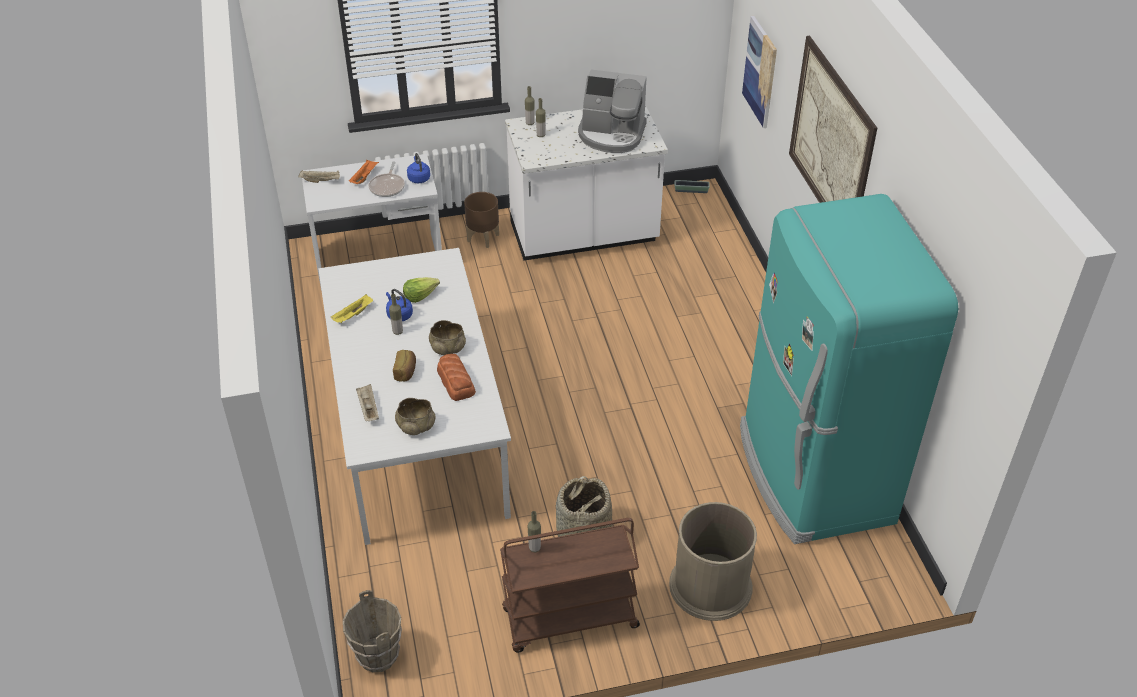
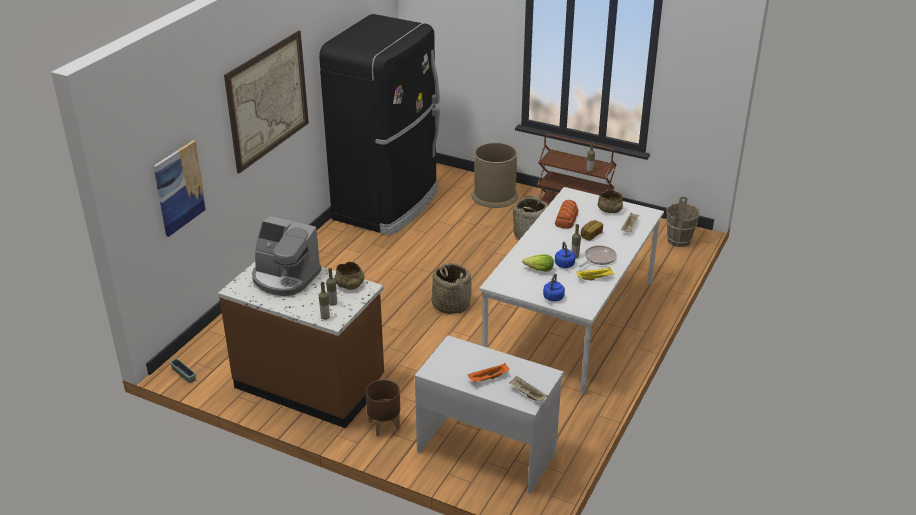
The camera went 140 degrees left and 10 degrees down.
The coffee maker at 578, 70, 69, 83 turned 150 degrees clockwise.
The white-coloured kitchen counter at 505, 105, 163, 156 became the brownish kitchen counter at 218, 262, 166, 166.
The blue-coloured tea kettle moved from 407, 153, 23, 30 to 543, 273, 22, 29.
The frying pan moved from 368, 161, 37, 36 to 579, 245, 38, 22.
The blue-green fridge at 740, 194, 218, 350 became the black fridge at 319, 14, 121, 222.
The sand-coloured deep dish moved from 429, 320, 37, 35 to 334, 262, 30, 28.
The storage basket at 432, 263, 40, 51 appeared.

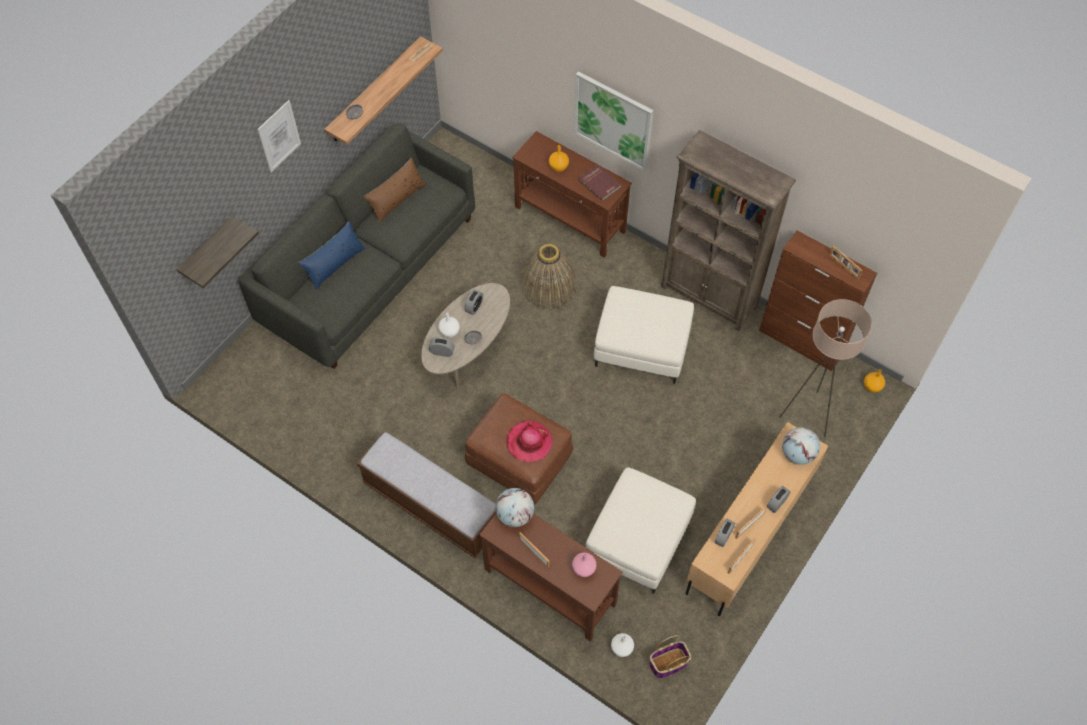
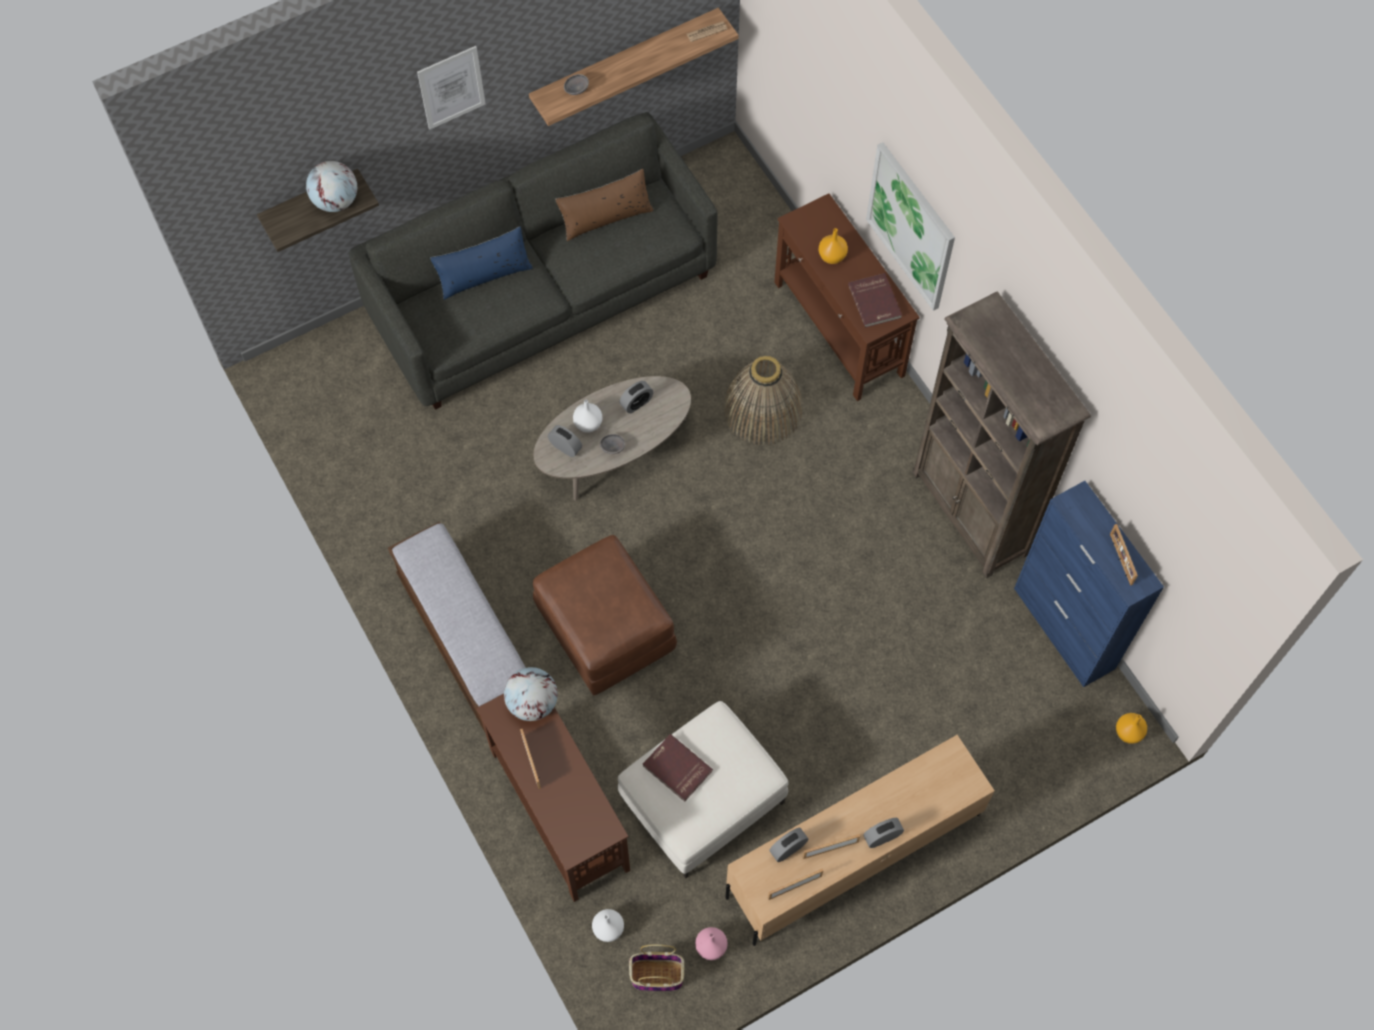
The camera went 25 degrees right and 5 degrees up.
The brownish cabinet at 759, 231, 118, 140 became the blue-coloured cabinet at 1014, 481, 150, 206.
The white-coloured footrest at 594, 286, 100, 98 disappeared.
The sand-coloured standard lamp at 779, 299, 93, 138 disappeared.
The clothing hat at 507, 420, 46, 42 disappeared.
The desk globe moved from 782, 427, 38, 38 to 306, 161, 51, 51.
The pinkish flower vase moved from 572, 553, 24, 24 to 695, 927, 33, 33.
The red-coloured bound book at 643, 734, 70, 68 appeared.

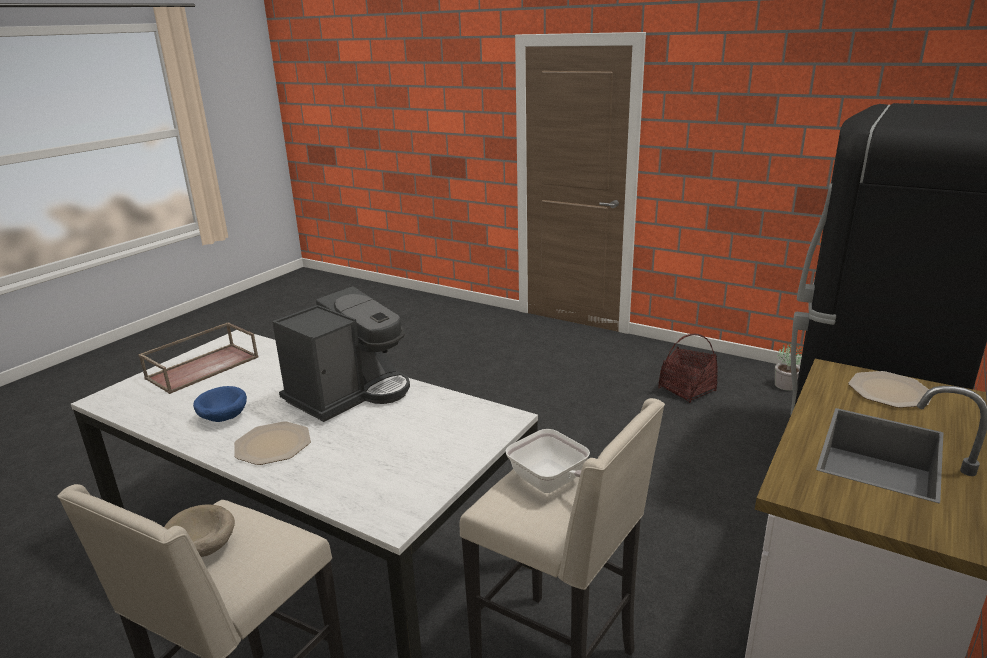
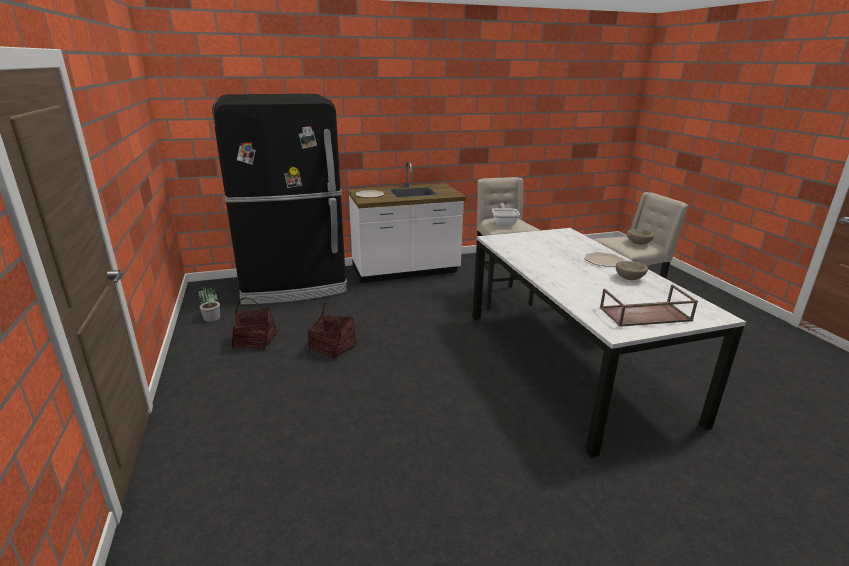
The camera went 140 degrees left and 0 degrees up.
The coffee maker at 272, 286, 138, 136 disappeared.
The blue-coloured deep dish at 193, 386, 54, 36 became the sand-coloured deep dish at 615, 261, 33, 19.
The storage basket at 308, 302, 48, 58 appeared.

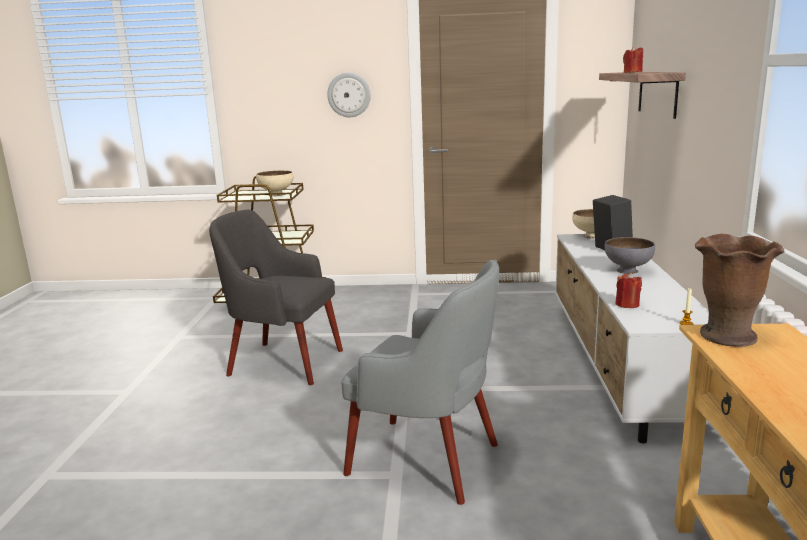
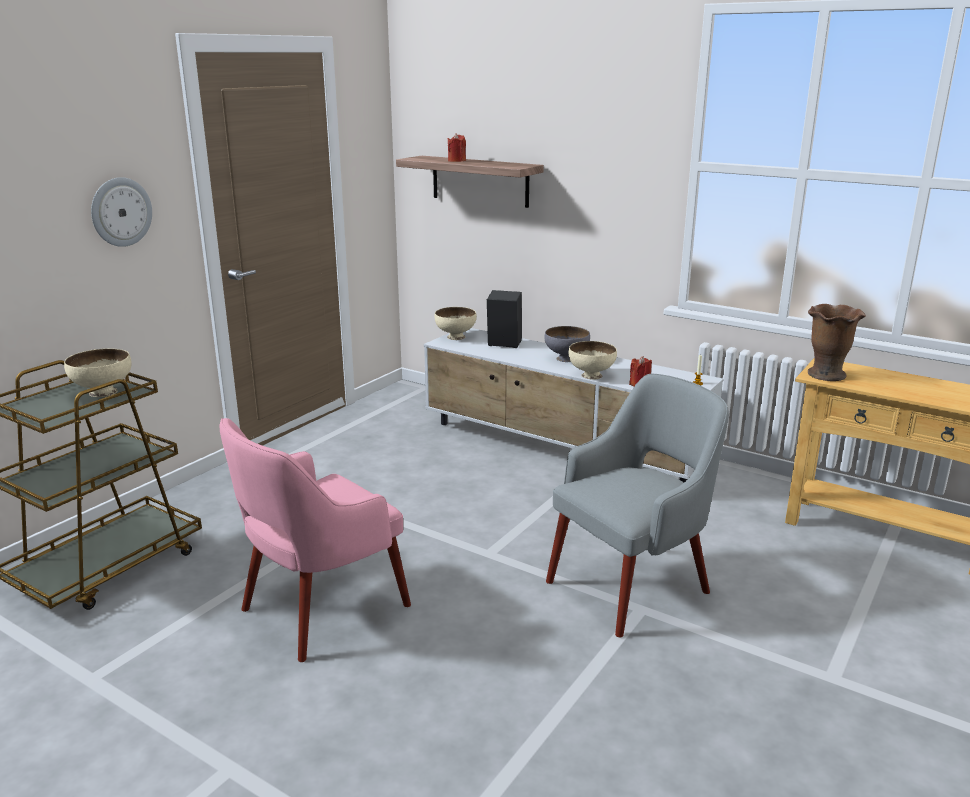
The camera went 60 degrees left and 5 degrees up.
The greyish lounge chair at 209, 210, 134, 175 became the pinkish lounge chair at 219, 418, 192, 244.
The sand-coloured deep dish at 569, 341, 48, 38 appeared.

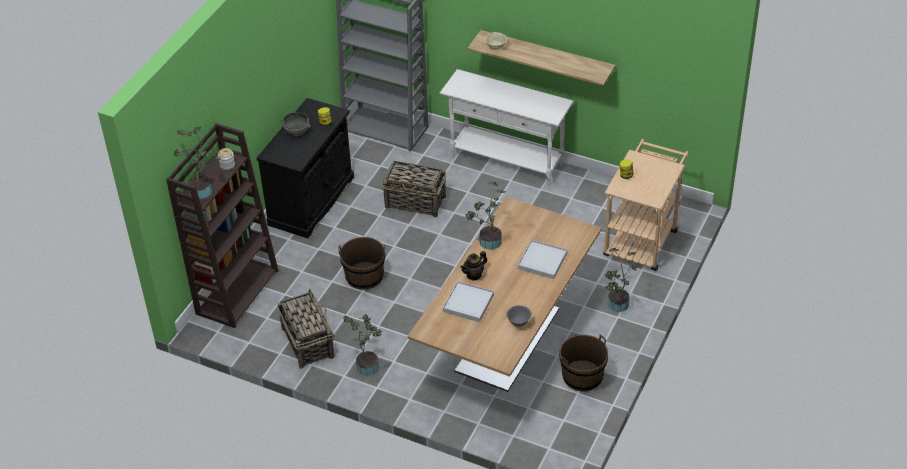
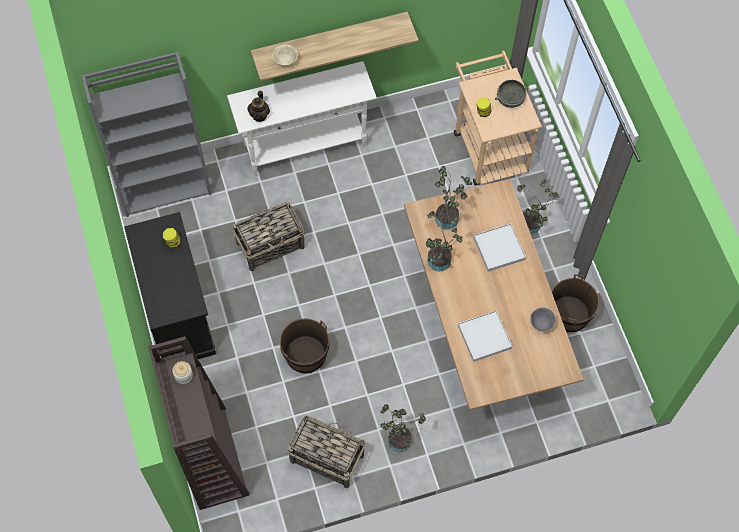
The camera went 45 degrees left and 20 degrees up.
The greyish deep dish moved from 281, 112, 30, 24 to 495, 80, 33, 28.
The potted plant moved from 174, 126, 46, 74 to 435, 166, 37, 64.
The tea pot moved from 460, 251, 27, 30 to 247, 91, 23, 31.

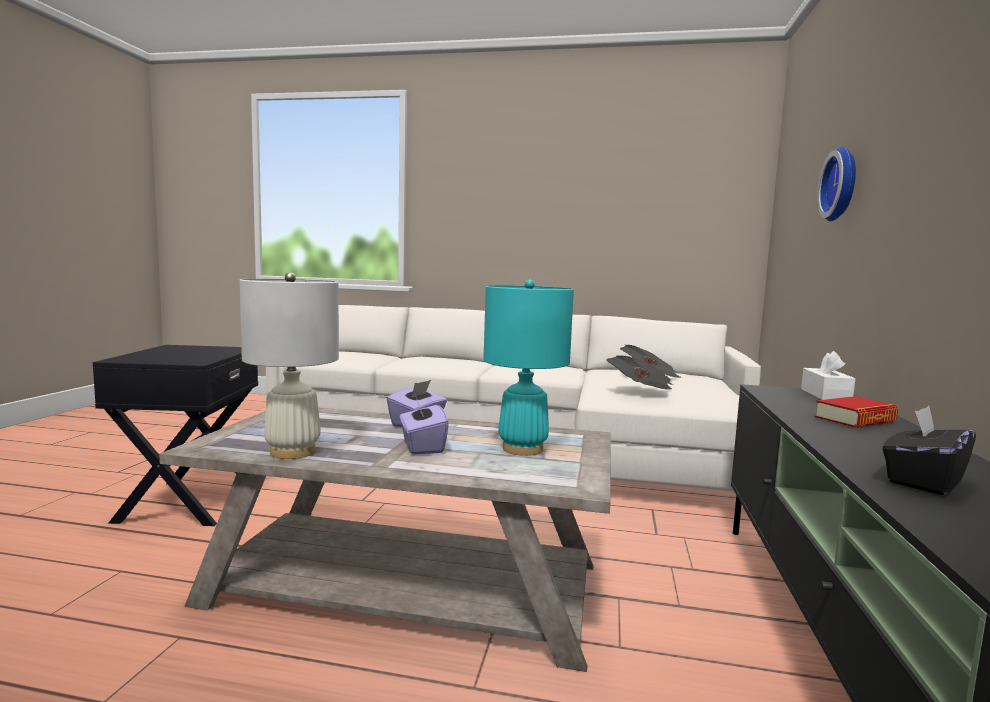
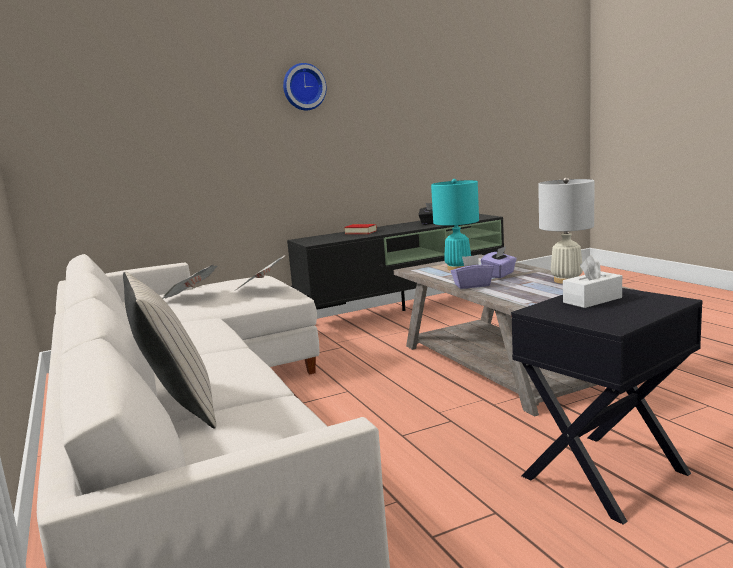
The camera went 125 degrees left and 5 degrees up.
The clock on the wall moved from 817, 147, 39, 74 to 283, 63, 44, 47.
The white-coloured tissue holder moved from 801, 351, 55, 49 to 563, 255, 59, 53.
The sand-coloured throw pillow at 123, 271, 93, 158 appeared.

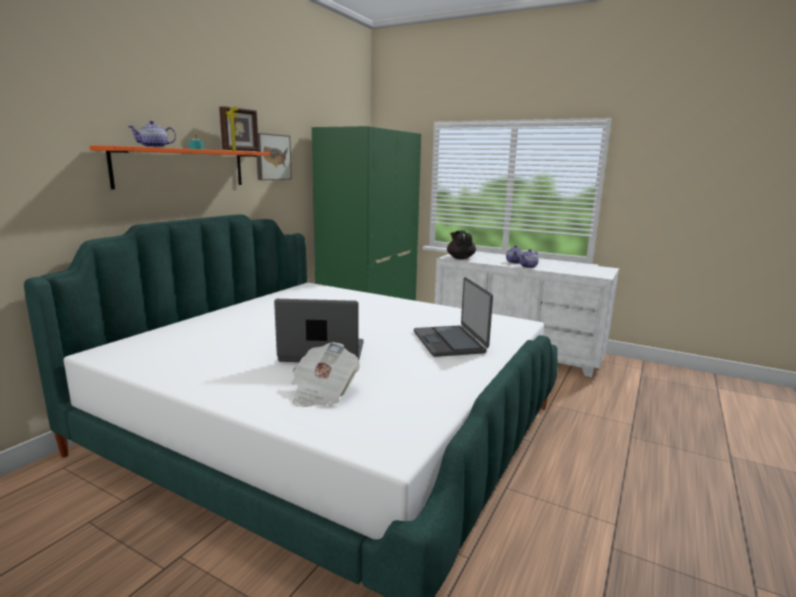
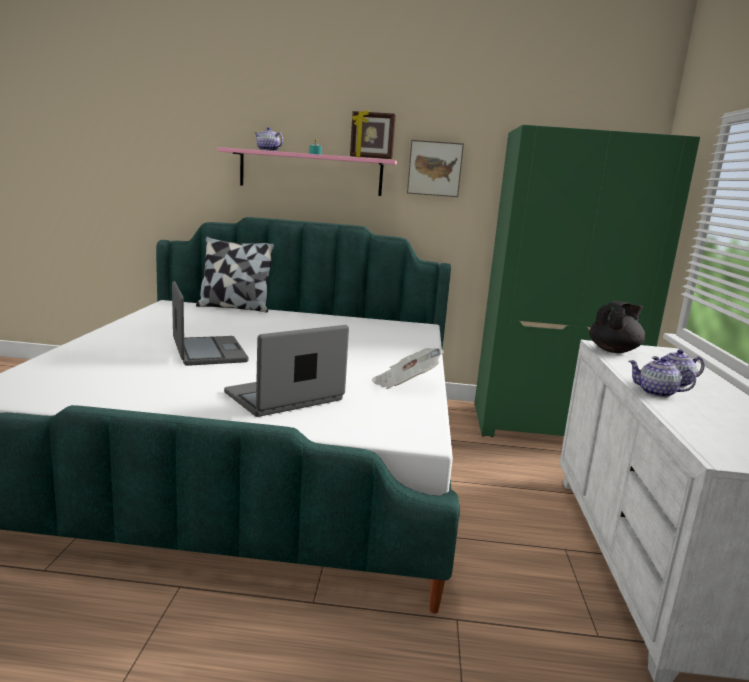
The camera went 65 degrees right and 0 degrees up.
The orangey wall shelf at 89, 146, 181, 43 became the pinkish wall shelf at 218, 147, 179, 49.
The newspaper moved from 291, 342, 69, 65 to 371, 348, 73, 41.
The throw pillow at 196, 236, 78, 76 appeared.

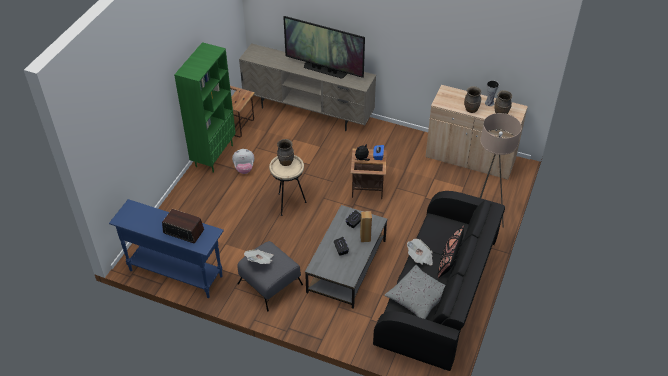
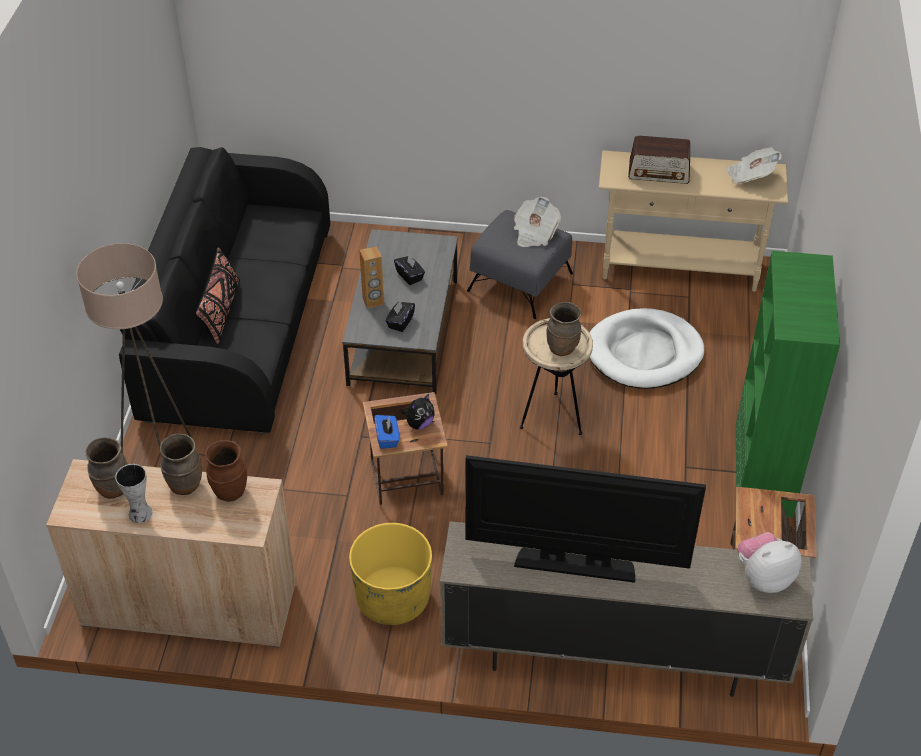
The camera went 165 degrees right and 0 degrees up.
The soft toy moved from 232, 149, 22, 25 to 738, 532, 64, 61.
The blue-coloured narrow table at 109, 199, 115, 99 became the sand-coloured narrow table at 599, 150, 189, 142.
The newspaper moved from 407, 239, 26, 26 to 726, 147, 56, 37.
The greyish throw pillow at 384, 265, 61, 54 disappeared.
The white-coloured dog cushion at 589, 308, 115, 81 appeared.
The brownish flower vase at 205, 440, 42, 62 appeared.
The yellowish planter at 349, 523, 83, 102 appeared.

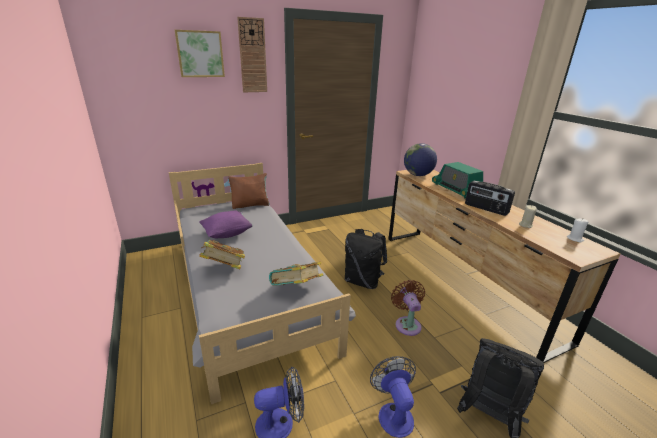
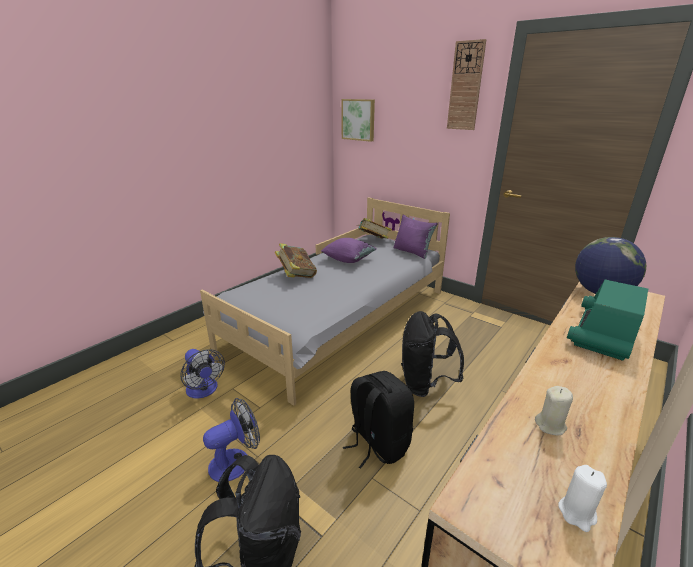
The camera went 65 degrees right and 0 degrees up.
The wall picture moved from 175, 30, 50, 47 to 341, 99, 34, 43.
The brownish throw pillow at 228, 173, 42, 36 became the purple-coloured throw pillow at 394, 215, 44, 44.
The radio set at 465, 181, 50, 35 disappeared.
The bound book moved from 269, 261, 54, 25 to 357, 218, 35, 21.
The brownish electric fan at 391, 280, 34, 56 was replaced by the black rucksack at 343, 371, 71, 98.

